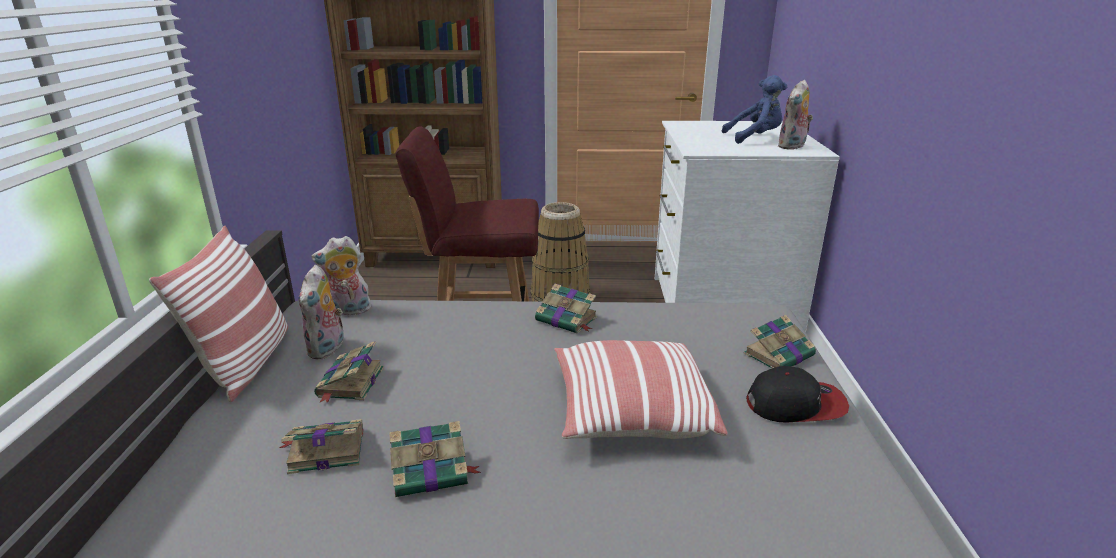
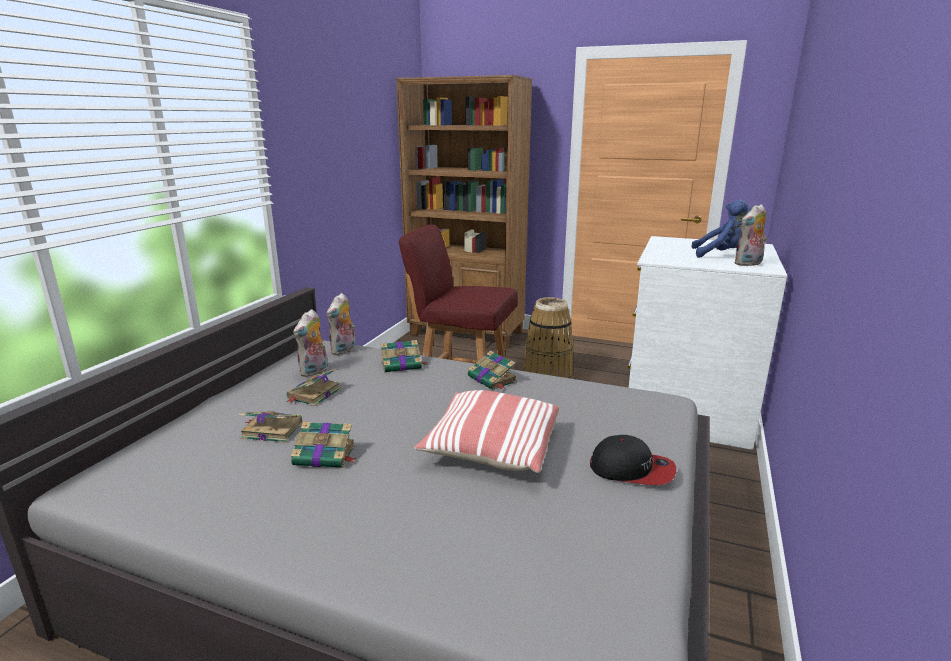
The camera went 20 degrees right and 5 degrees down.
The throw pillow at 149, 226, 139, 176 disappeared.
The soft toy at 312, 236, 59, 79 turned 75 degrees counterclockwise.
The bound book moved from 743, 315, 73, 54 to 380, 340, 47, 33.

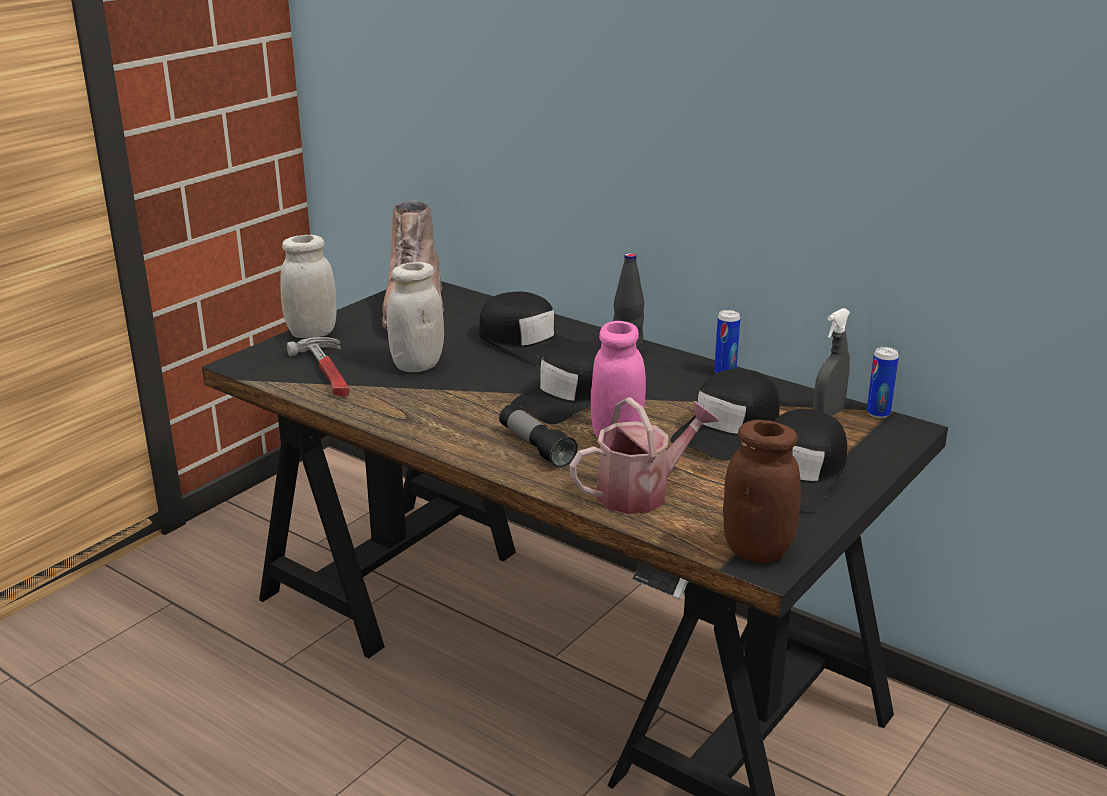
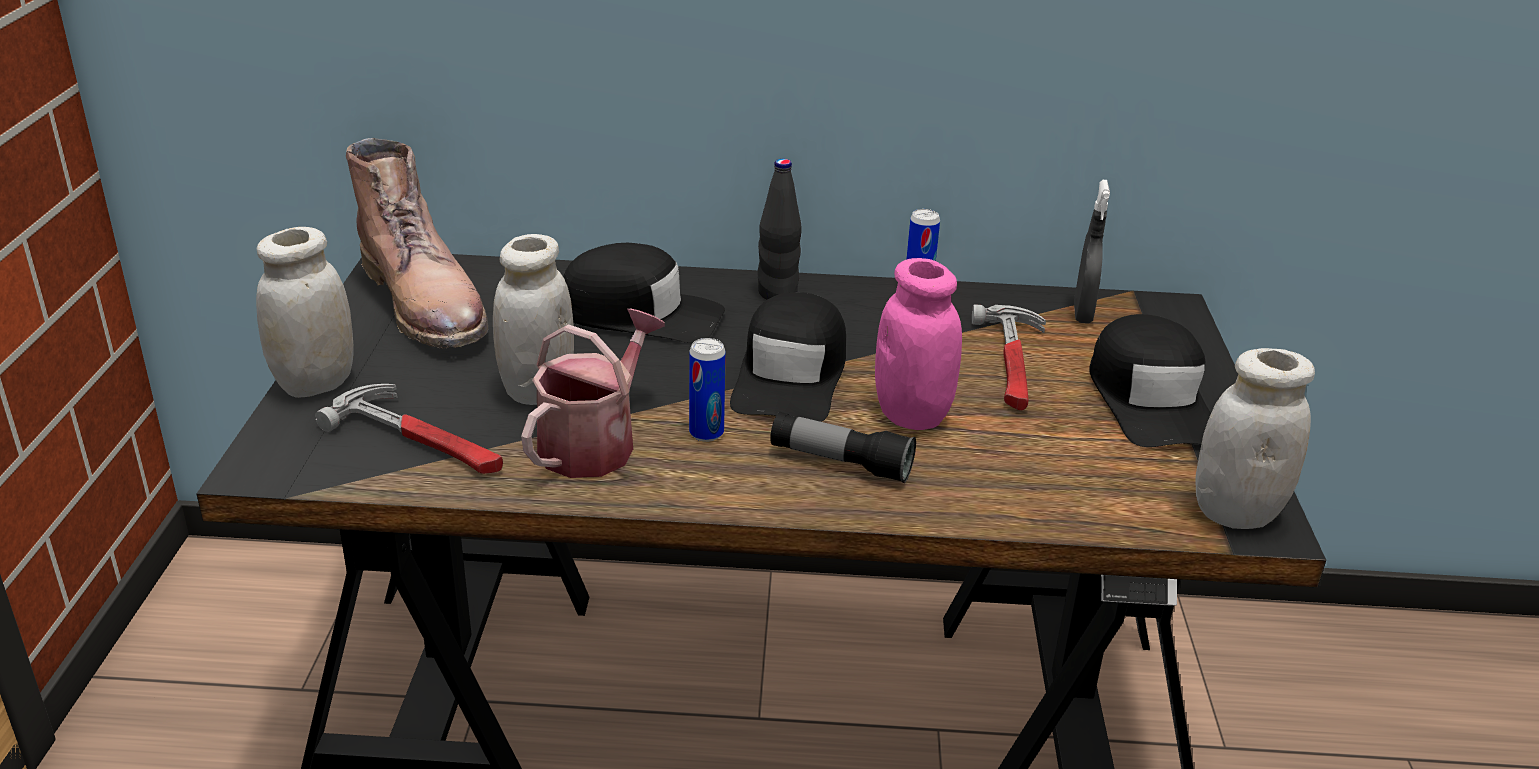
The camera went 35 degrees left and 5 degrees up.
The can moved from 867, 347, 32, 71 to 689, 338, 37, 104.
The black cap at 671, 369, 109, 92 was replaced by the tool hammer at 972, 304, 74, 107.
The sprinkling can moved from 570, 397, 149, 117 to 521, 309, 144, 169.
The brownish storage jar at 723, 420, 78, 143 became the white-coloured storage jar at 1195, 348, 120, 181.

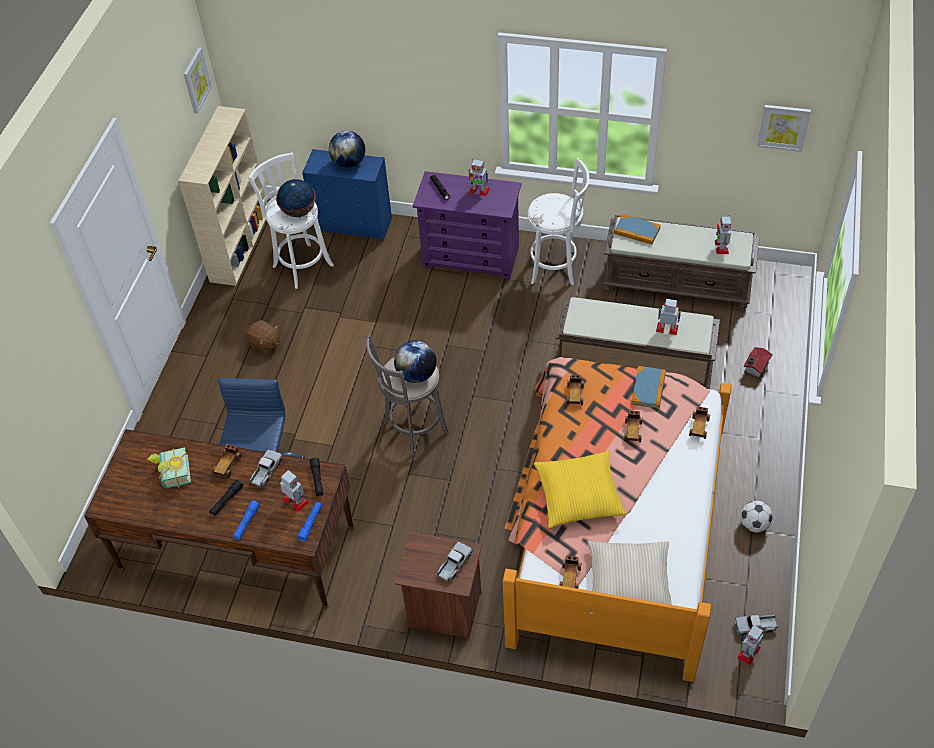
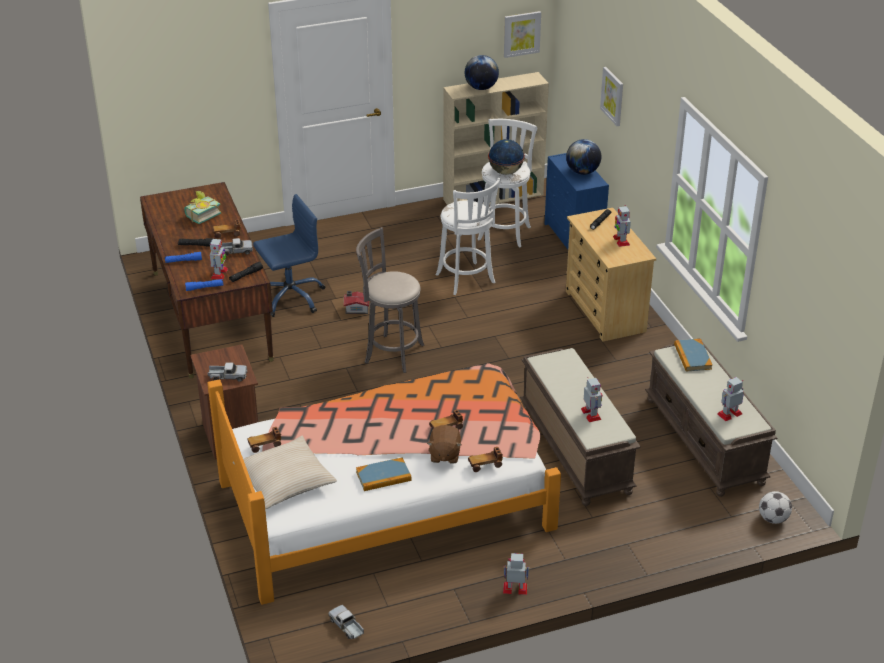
The camera went 55 degrees right and 15 degrees down.
The wall picture moved from 757, 105, 54, 47 to 600, 67, 23, 59.
The white-coloured sitting stool moved from 528, 158, 61, 127 to 436, 178, 65, 117.
The purple-coloured dresser at 413, 171, 108, 109 became the sand-coloured dresser at 566, 208, 90, 134.
The brownish soft toy moved from 245, 320, 35, 34 to 427, 425, 34, 38.
The desk globe moved from 394, 340, 43, 43 to 465, 55, 34, 35.
The model house moved from 744, 347, 29, 32 to 344, 291, 25, 23.
The bound book moved from 631, 366, 35, 43 to 356, 457, 55, 34.
The miniature car at 566, 375, 18, 30 disappeared.
The yellowish throw pillow at 534, 451, 92, 77 disappeared.
The football ball moved from 741, 501, 32, 31 to 759, 491, 33, 33.
The robot figure moved from 737, 625, 26, 41 to 503, 553, 26, 42.

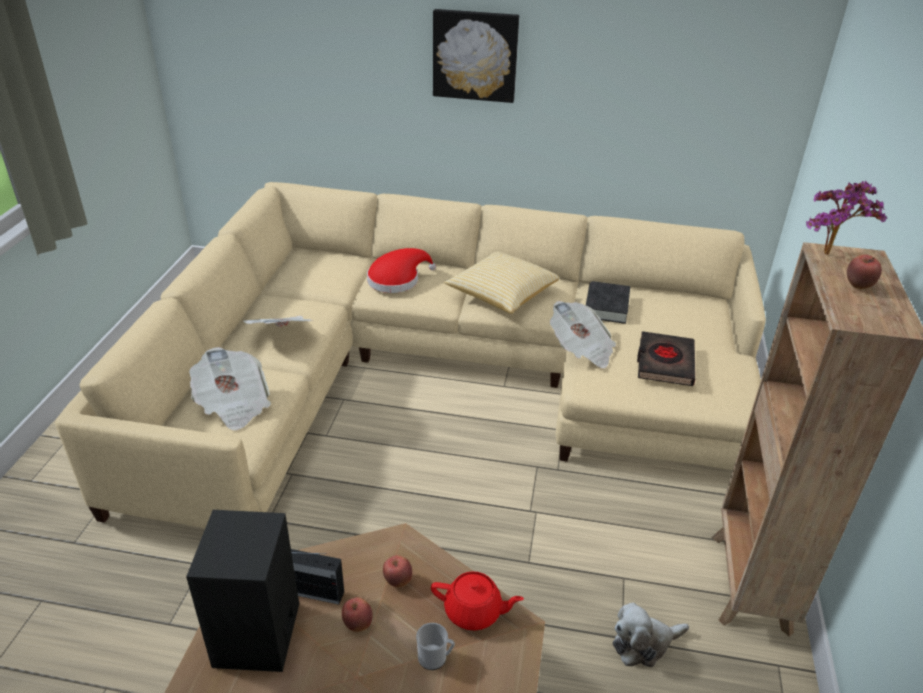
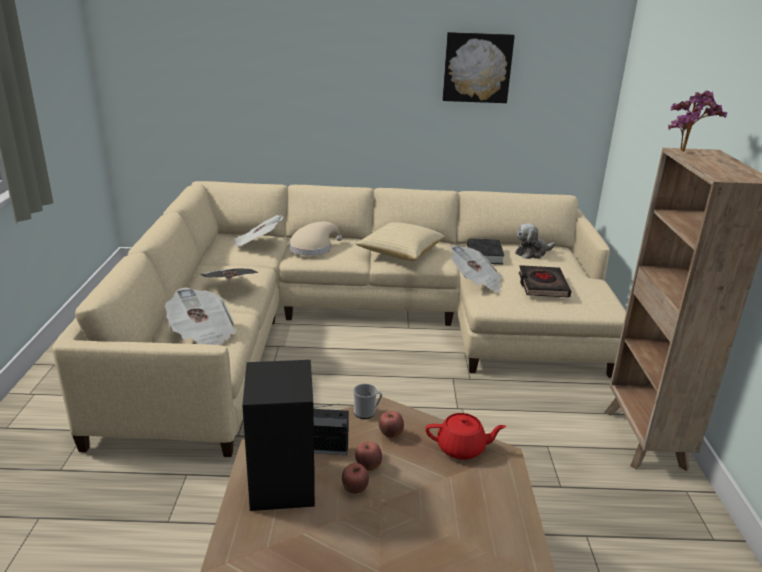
The camera went 10 degrees left and 10 degrees down.
The wall picture moved from 433, 9, 86, 94 to 443, 32, 72, 71.
The red-coloured clothing hat at 367, 248, 69, 45 became the sand-coloured clothing hat at 289, 222, 53, 34.
The apple moved from 847, 254, 35, 35 to 342, 463, 27, 31.
The soft toy moved from 613, 603, 76, 64 to 515, 223, 40, 36.
The mug moved from 416, 623, 39, 47 to 353, 384, 29, 35.
The newspaper at 233, 215, 50, 33 appeared.

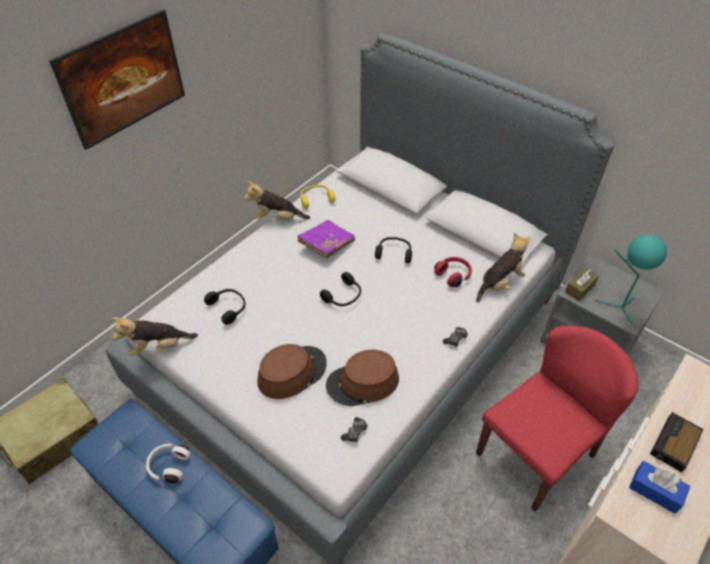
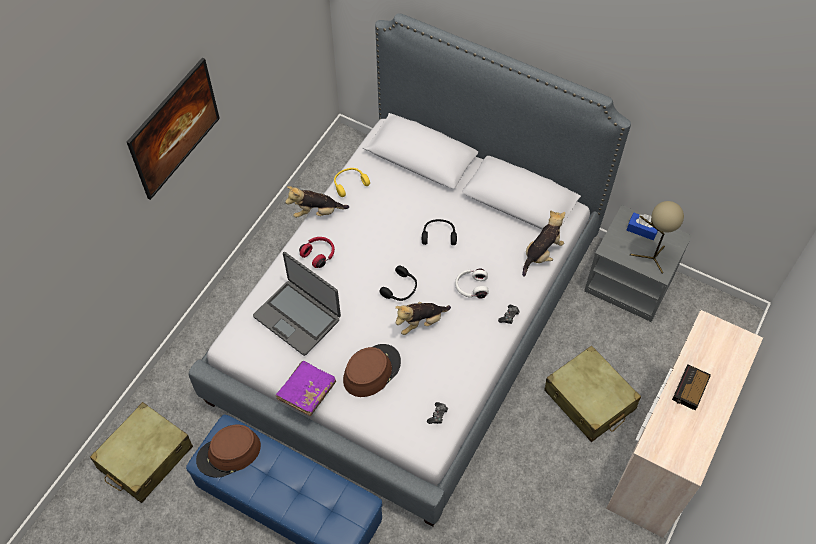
The camera went 10 degrees left and 10 degrees up.
The purple-coloured bound book moved from 297, 220, 58, 38 to 276, 360, 60, 56.
The blue-green lamp for a table at 595, 234, 72, 90 became the sand-coloured lamp for a table at 630, 201, 54, 73.
The red-coloured pair of headphones moved from 434, 257, 38, 30 to 299, 237, 36, 31.
The brownish tissue holder at 565, 268, 34, 33 disappeared.
The black pair of headphones at 204, 289, 42, 36 was replaced by the laptop at 253, 252, 88, 104.
The soft toy moved from 112, 317, 86, 39 to 395, 302, 56, 33.
The red-coloured upright chair at 476, 325, 163, 187 was replaced by the sand-coloured piece of luggage at 544, 345, 97, 97.
The brownish clothing hat moved from 326, 350, 73, 56 to 196, 424, 65, 54.
The white-coloured pair of headphones moved from 146, 444, 45, 40 to 455, 269, 34, 30.
The blue-coloured tissue holder moved from 629, 461, 61, 53 to 627, 212, 31, 28.

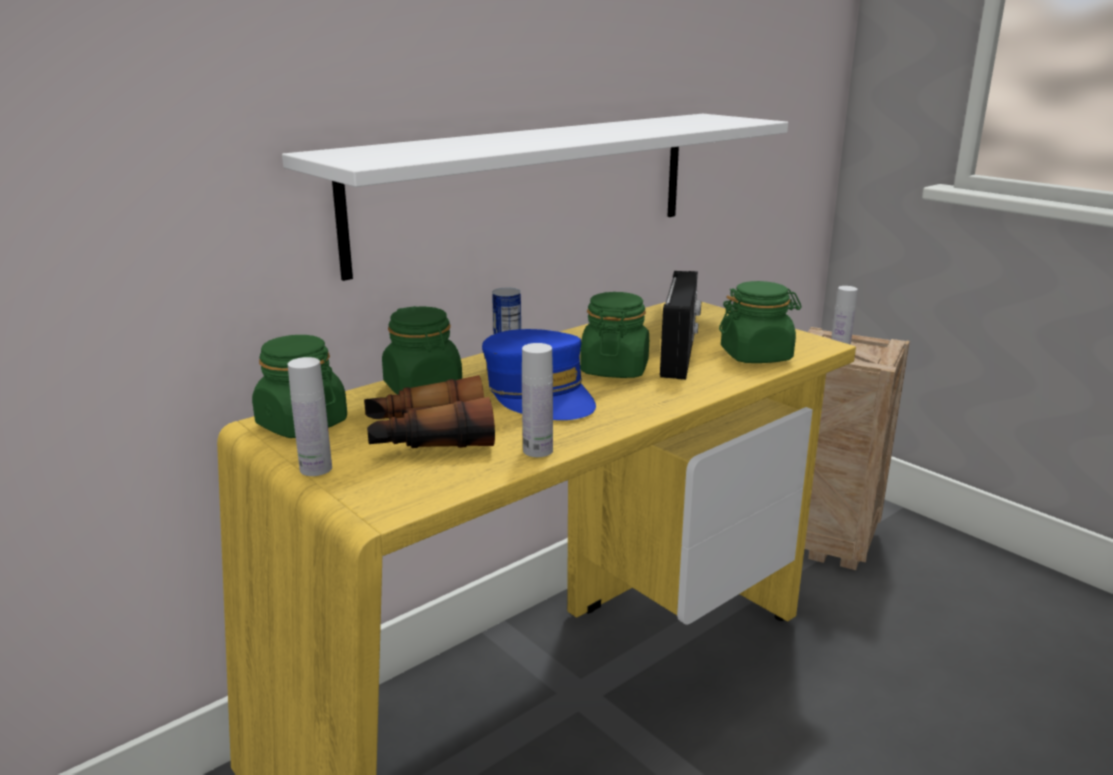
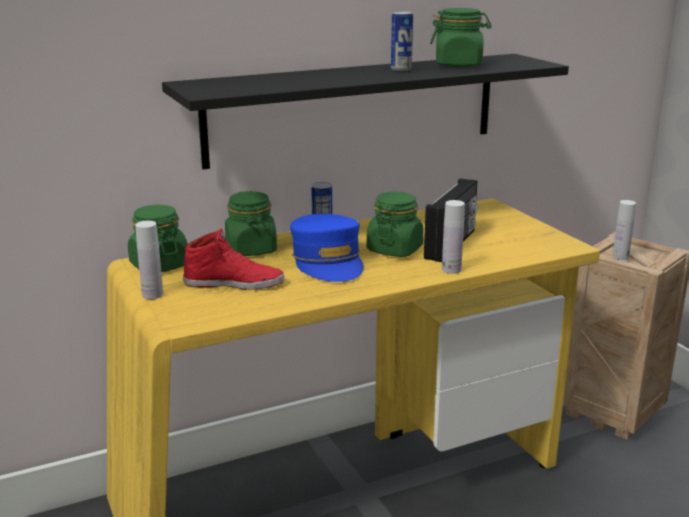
The camera went 15 degrees right and 0 degrees up.
The white-coloured wall shelf at 282, 114, 506, 167 became the black wall shelf at 162, 54, 407, 115.
The greenish storage jar moved from 719, 281, 83, 82 to 430, 8, 62, 59.
The white-coloured beverage bottle moved from 522, 343, 31, 114 to 442, 200, 23, 74.
The pair of binoculars at 364, 375, 131, 73 was replaced by the red-coloured item of footwear at 183, 229, 101, 61.
The can at 391, 11, 22, 60 appeared.

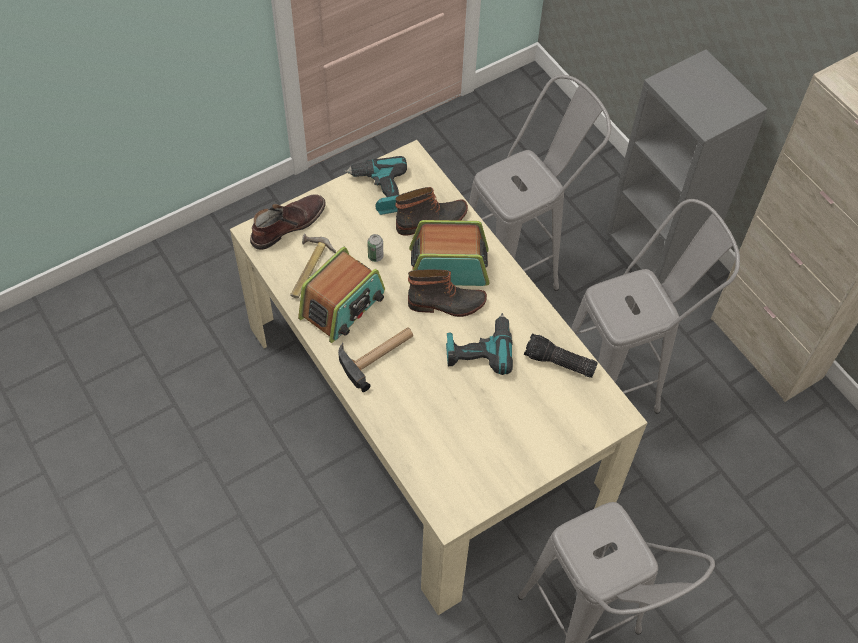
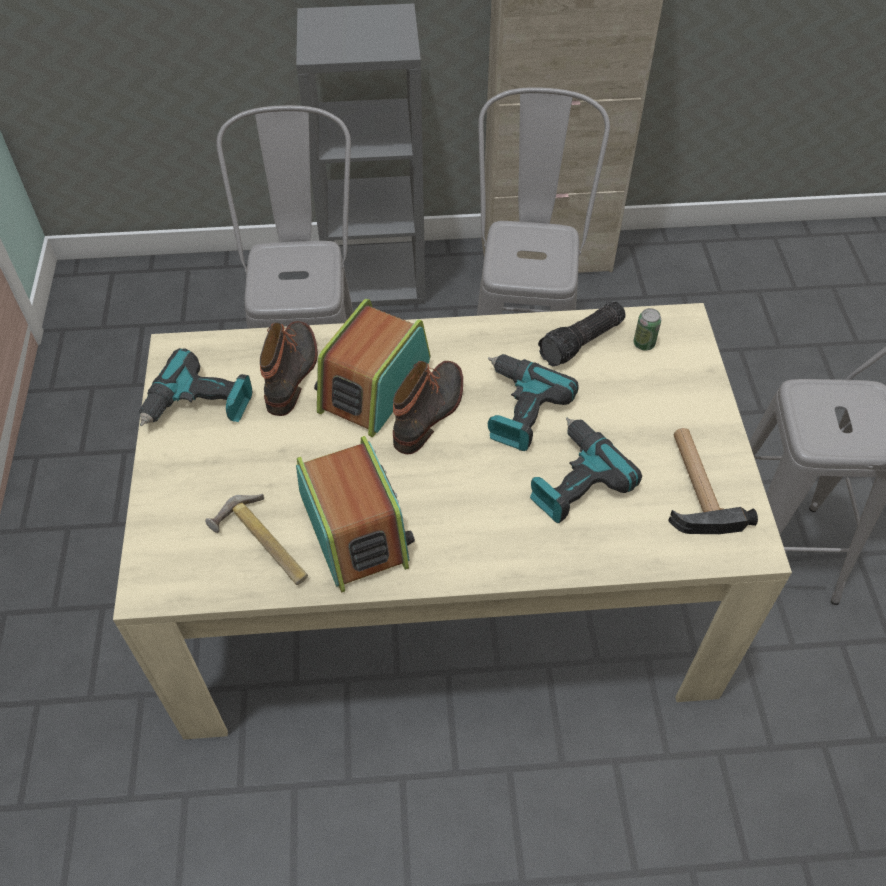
The camera went 60 degrees left and 5 degrees down.
The brownish high-top boot at 250, 194, 76, 56 disappeared.
The can moved from 367, 234, 16, 28 to 633, 308, 28, 43.
The tool hammer moved from 338, 327, 75, 65 to 668, 428, 90, 106.
The electric drill at 530, 418, 112, 105 appeared.

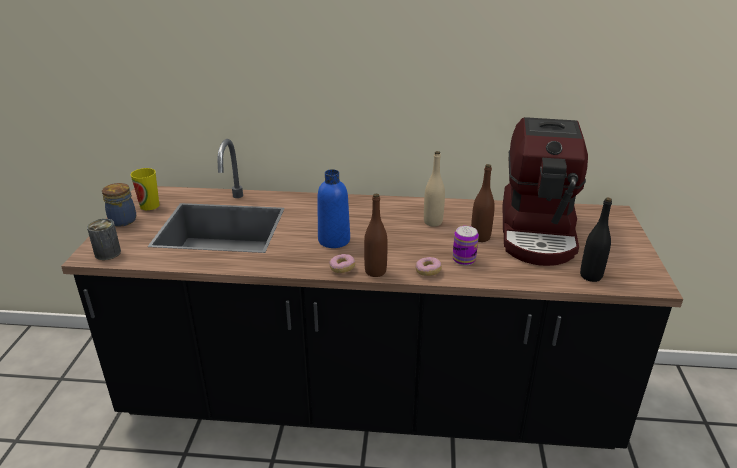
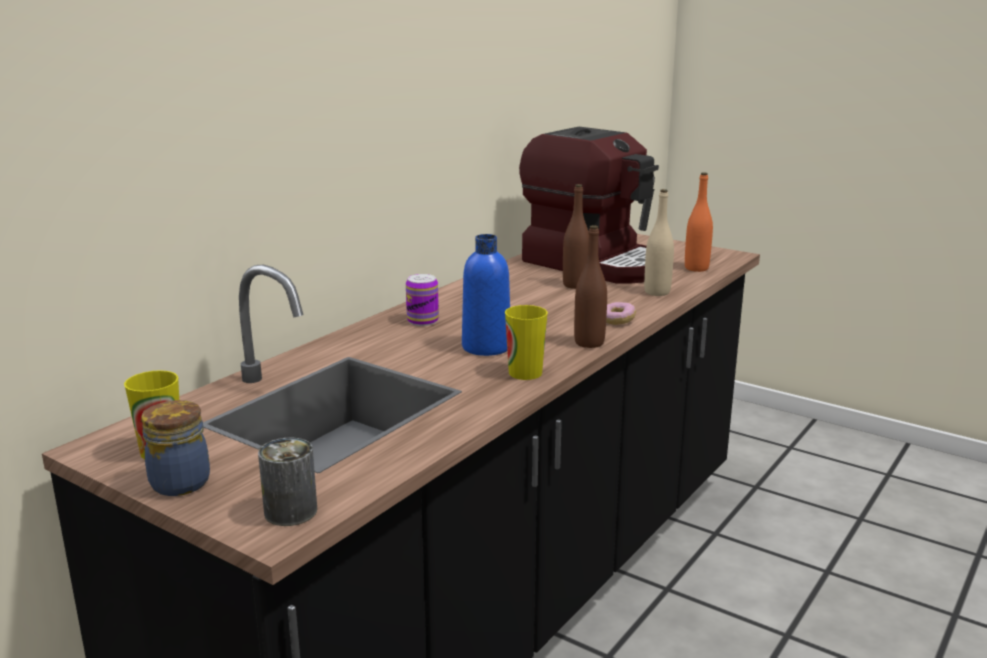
The camera went 60 degrees left and 10 degrees down.
The sand-coloured beverage bottle moved from 424, 151, 21, 76 to 644, 189, 30, 107.
The black beverage bottle at 580, 197, 32, 85 became the orangey beverage bottle at 685, 172, 28, 100.
The can moved from 452, 226, 27, 39 to 406, 274, 33, 52.
The donut at 329, 254, 26, 19 disappeared.
The drinking cup at 505, 305, 43, 75 appeared.

